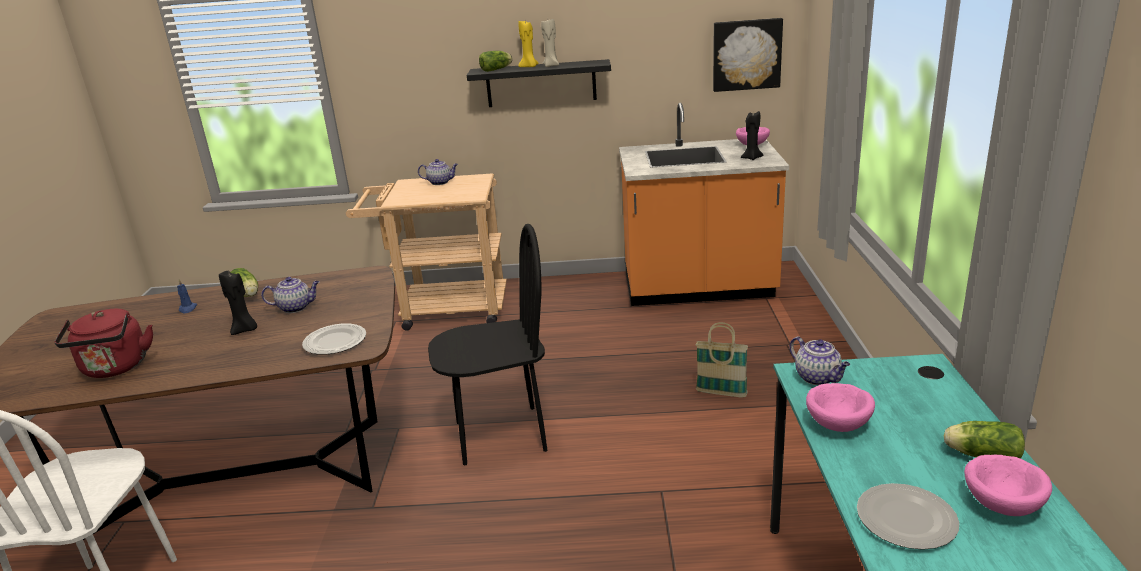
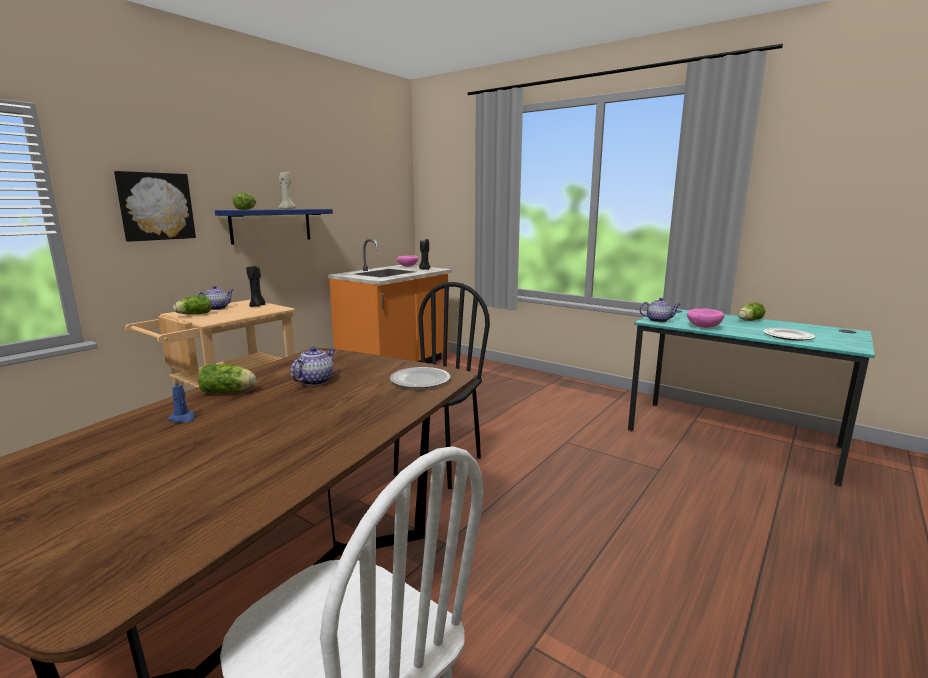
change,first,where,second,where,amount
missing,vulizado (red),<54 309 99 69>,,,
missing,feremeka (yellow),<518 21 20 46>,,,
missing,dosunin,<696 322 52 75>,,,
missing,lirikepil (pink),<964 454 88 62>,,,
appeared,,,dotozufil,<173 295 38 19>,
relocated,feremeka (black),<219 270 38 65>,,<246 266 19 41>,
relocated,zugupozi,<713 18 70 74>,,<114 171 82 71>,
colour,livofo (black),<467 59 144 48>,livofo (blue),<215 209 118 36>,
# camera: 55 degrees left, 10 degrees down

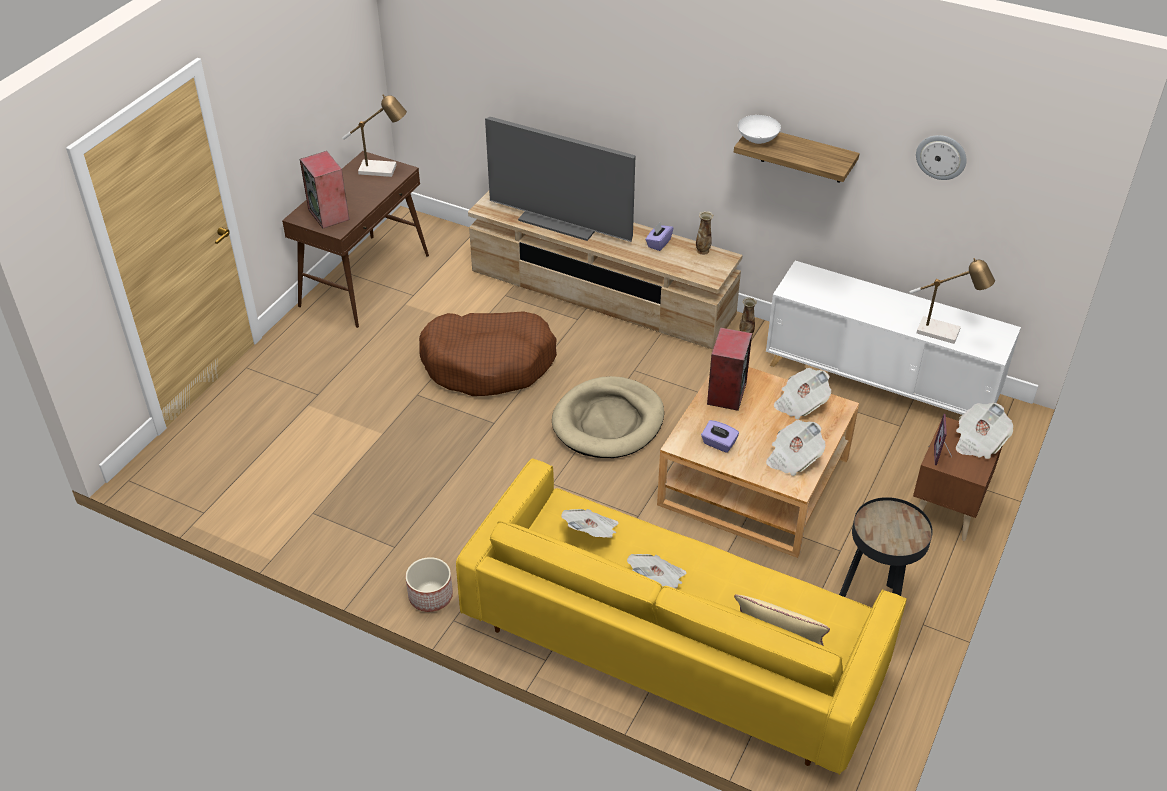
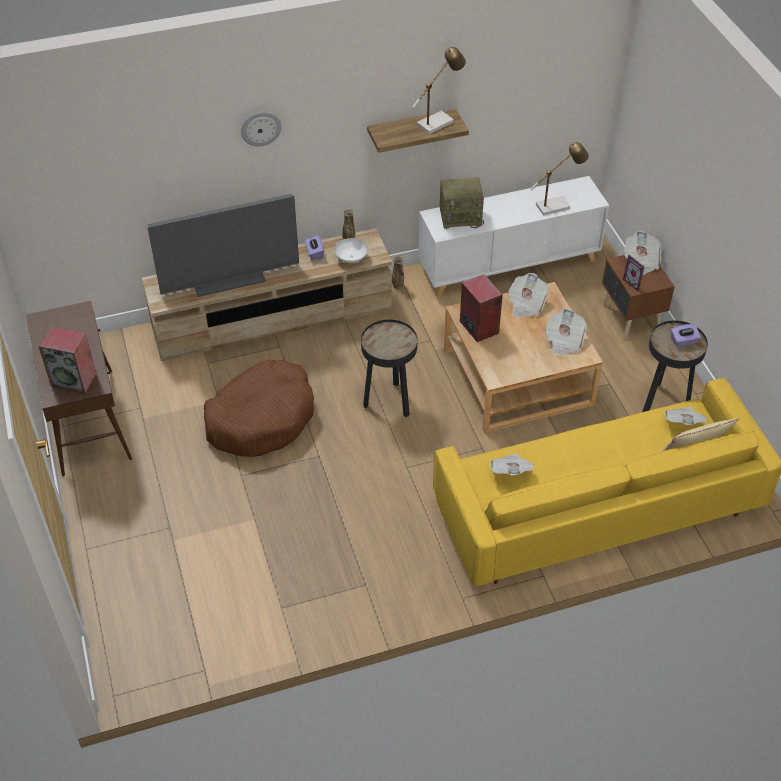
change,first,where,second,where,amount
missing,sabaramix,<406 557 47 55>,,,
appeared,,,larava,<440 177 44 52>,
relocated,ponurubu,<342 95 65 82>,,<412 47 54 87>,
relocated,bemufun,<627 554 60 35>,,<664 407 43 18>,
relocated,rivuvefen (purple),<701 420 38 33>,,<671 324 30 23>,
relocated,lirikepil (white),<738 115 43 29>,,<334 238 34 25>,
relocated,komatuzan,<916 135 51 45>,,<241 112 41 34>,
exchanged,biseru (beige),<552 376 112 82>,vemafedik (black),<361 320 56 97>,
# camera: 45 degrees left, 5 degrees up

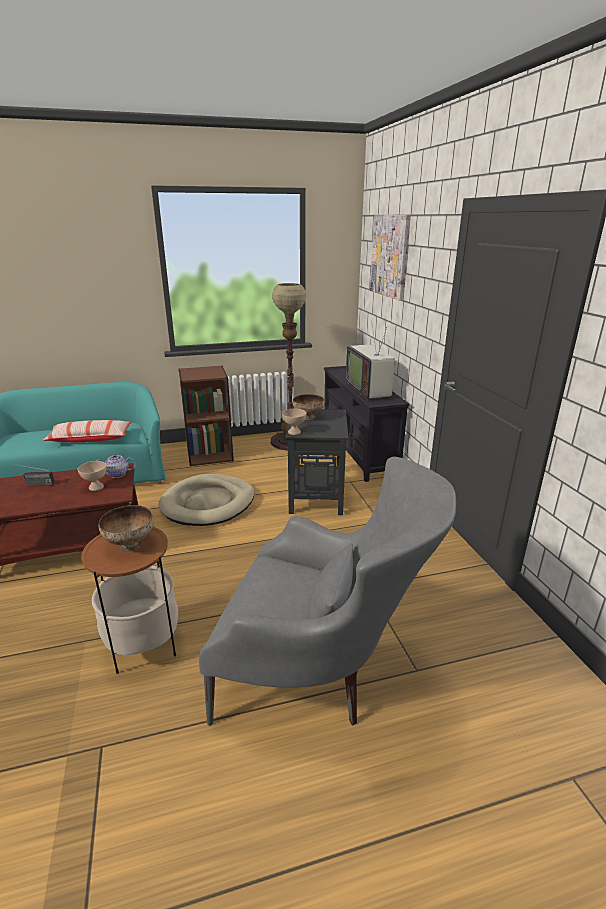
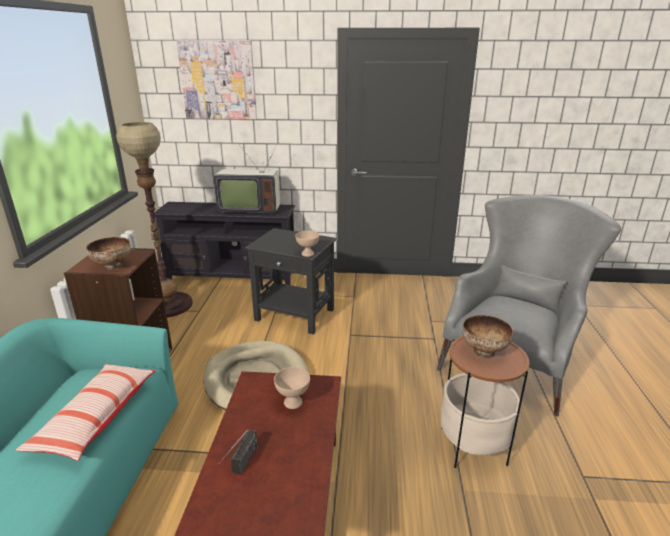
change,first,where,second,where,amount
missing,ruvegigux,<96 454 40 24>,,,
relocated,lirikepil,<293 394 32 26>,,<86 237 45 33>,
# camera: 70 degrees left, 0 degrees up

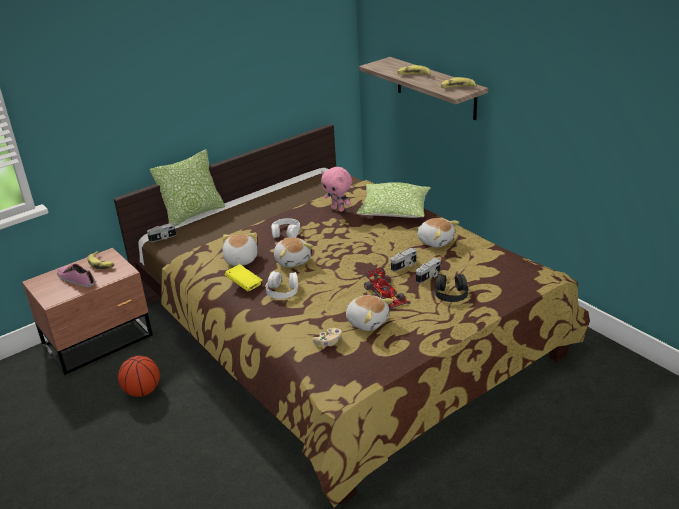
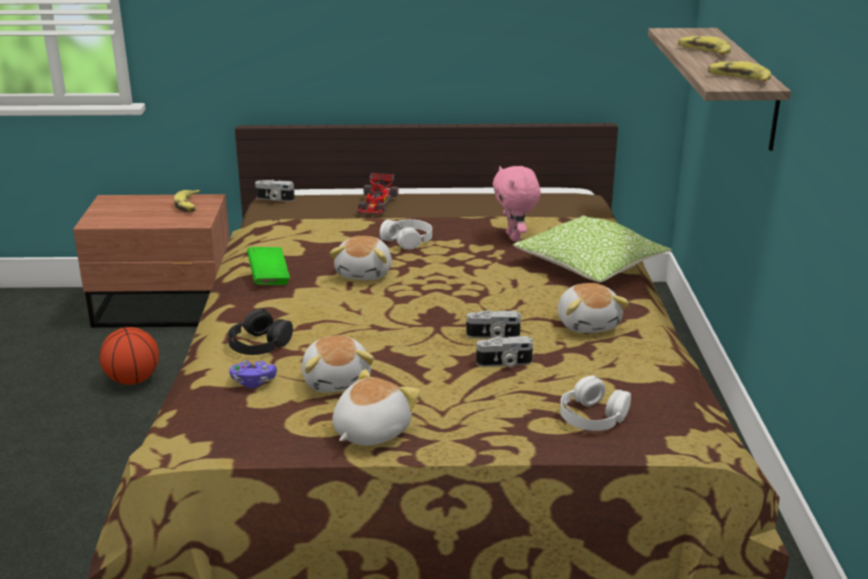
change,first,where,second,where,amount
missing,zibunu,<57 264 38 23>,,,
missing,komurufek,<150 149 75 77>,,,
relocated,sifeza,<222 233 36 33>,,<332 369 88 77>,
relocated,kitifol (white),<266 271 32 28>,,<560 375 71 56>,
relocated,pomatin,<364 267 44 42>,,<357 173 42 42>,
relocated,kitifol (black),<435 274 33 28>,,<228 309 65 46>,
colour,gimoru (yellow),<225 264 37 28>,gimoru (green),<247 247 43 38>,
colour,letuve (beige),<313 328 29 18>,letuve (purple),<229 361 48 27>,
# camera: 35 degrees right, 5 degrees down

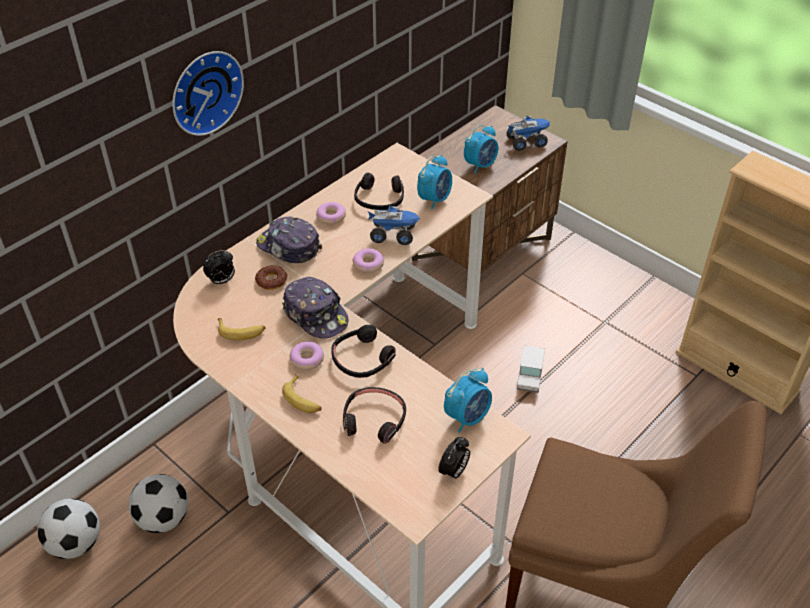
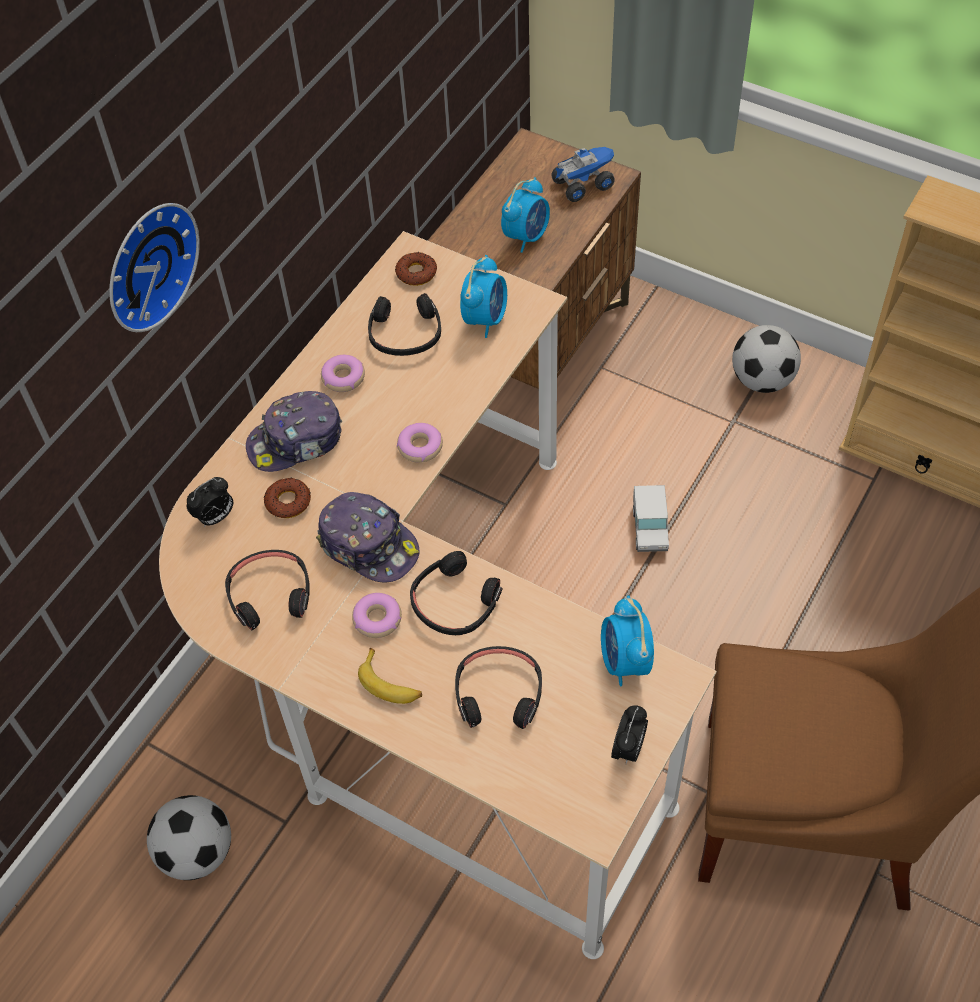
change,first,where,second,where,amount
missing,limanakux,<368 205 52 40>,,,
appeared,,,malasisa,<395 252 42 34>,
relocated,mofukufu,<37 498 63 61>,,<732 325 69 68>,
exchanged,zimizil,<218 318 48 22>,kitifol (black),<225 550 85 80>,
spun,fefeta,<256 216 66 47>,,<246 391 96 81>,45 degrees counterclockwise
spun,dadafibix,<444 368 48 65>,,<601 595 53 91>,135 degrees clockwise
# camera: 10 degrees left, 10 degrees up

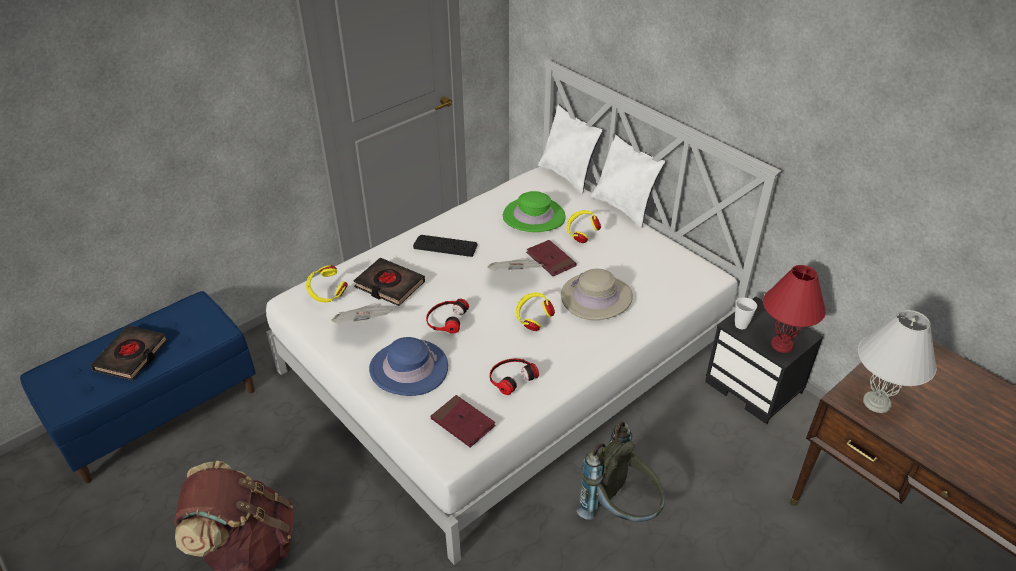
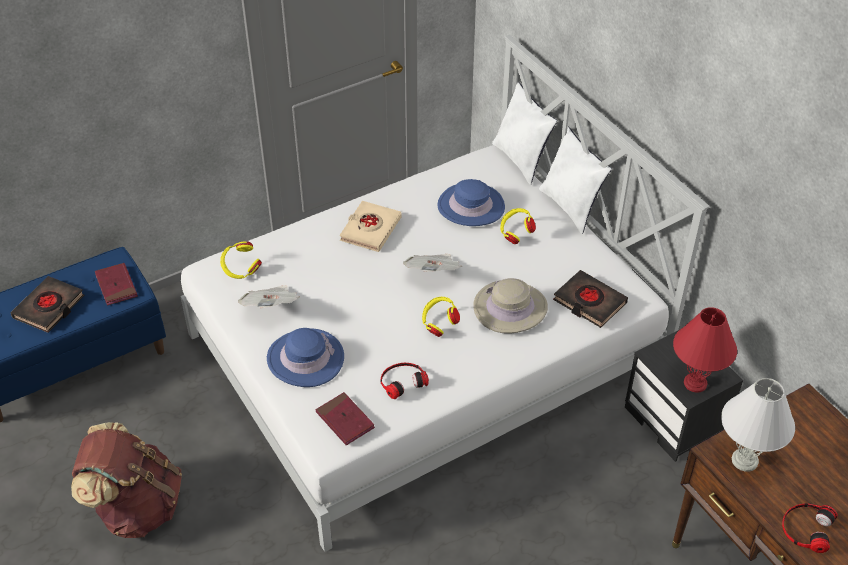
change,first,where,second,where,amount
missing,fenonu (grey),<576 422 89 100>,,,
missing,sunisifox,<735 298 22 31>,,,
relocated,gimoru (black),<353 258 72 48>,,<553 270 75 58>,
relocated,kitifol,<426 299 43 35>,,<782 503 56 50>,
relocated,gimoru (red),<526 240 51 36>,,<95 263 43 43>,
exchanged,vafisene,<413 235 64 22>,gimoru (beige),<340 201 61 51>,
colour,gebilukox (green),<503 191 63 41>,gebilukox (blue),<437 179 68 47>,
# camera: 10 degrees right, 5 degrees up

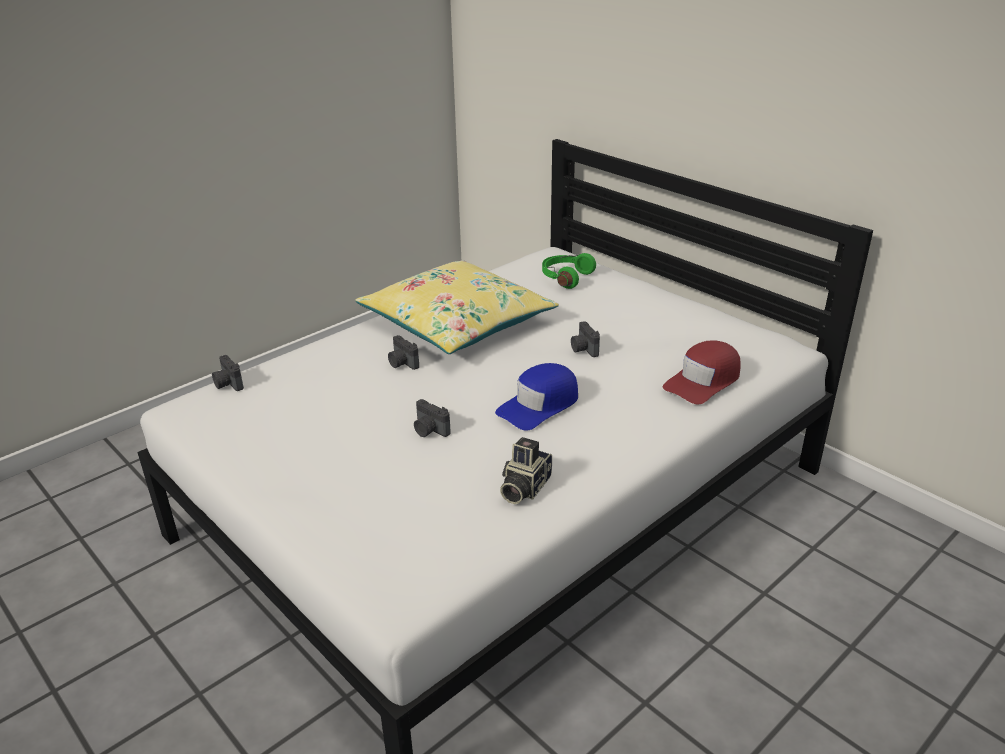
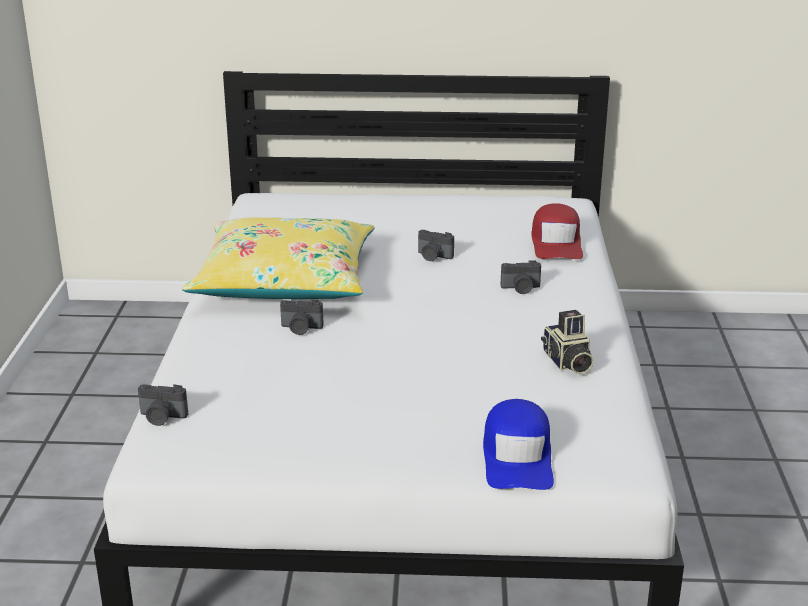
change,first,where,second,where,amount
missing,kitifol (green),<542 253 54 36>,,,
relocated,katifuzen,<414 399 37 38>,,<501 260 40 34>,
relocated,fefeta (blue),<495 363 83 68>,,<483 399 71 91>,
# camera: 45 degrees left, 5 degrees down

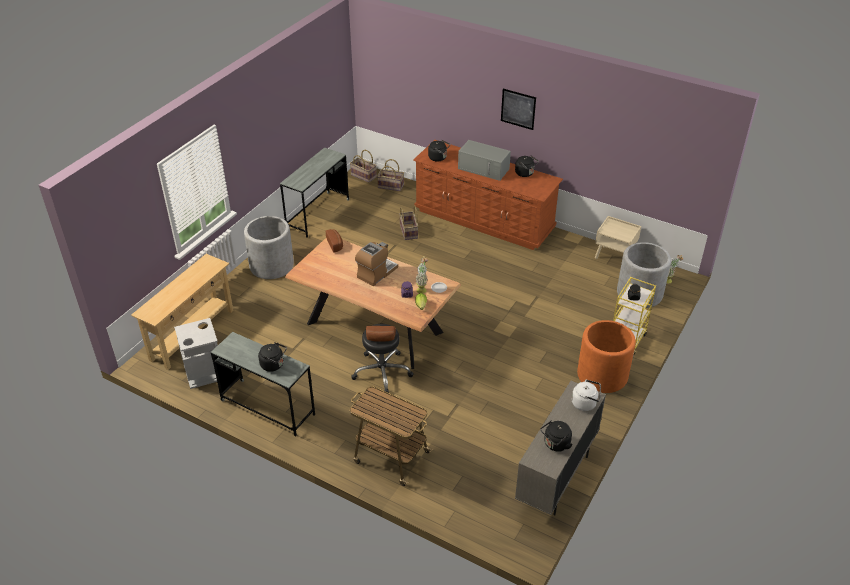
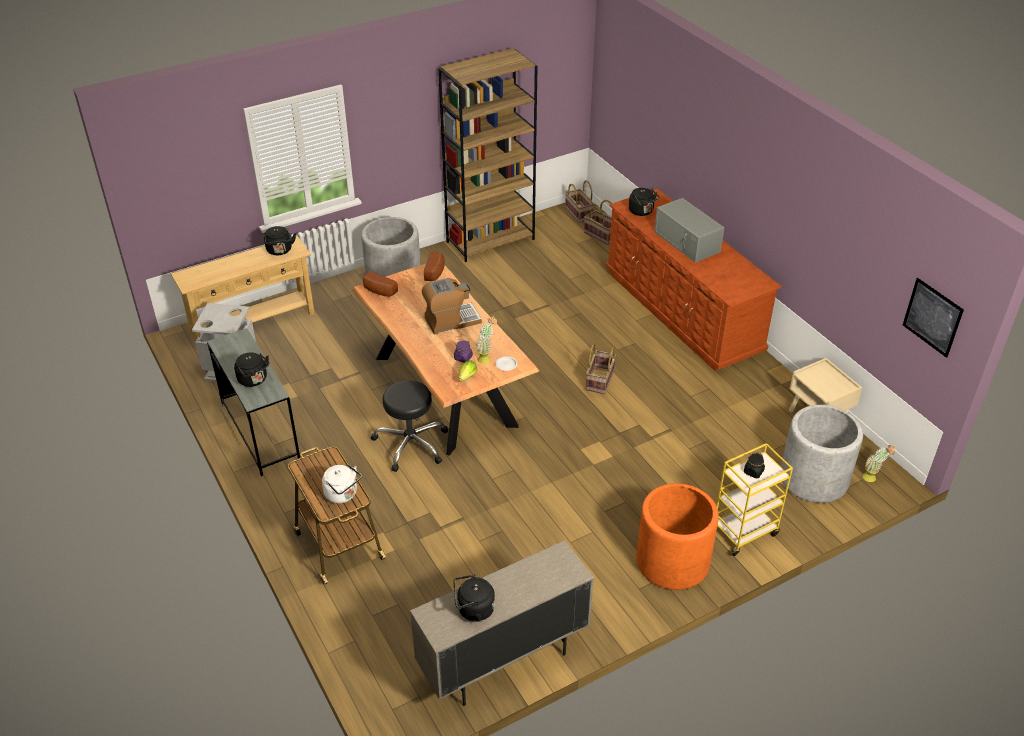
change,first,where,second,where,amount
relocated,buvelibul,<366 326 30 16>,,<363 271 35 26>,
relocated,dosunin,<399 205 19 35>,,<586 343 30 51>,
relocated,zugupozi,<501 89 35 41>,,<903 278 61 80>,
relocated,vulizado (black),<515 156 24 21>,,<264 226 32 29>,
relocated,vulizado (white),<572 380 29 31>,,<322 465 40 38>,
exchanged,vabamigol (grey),<280 147 69 91>,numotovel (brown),<438 48 100 214>,
# camera: 30 degrees right, 0 degrees up

